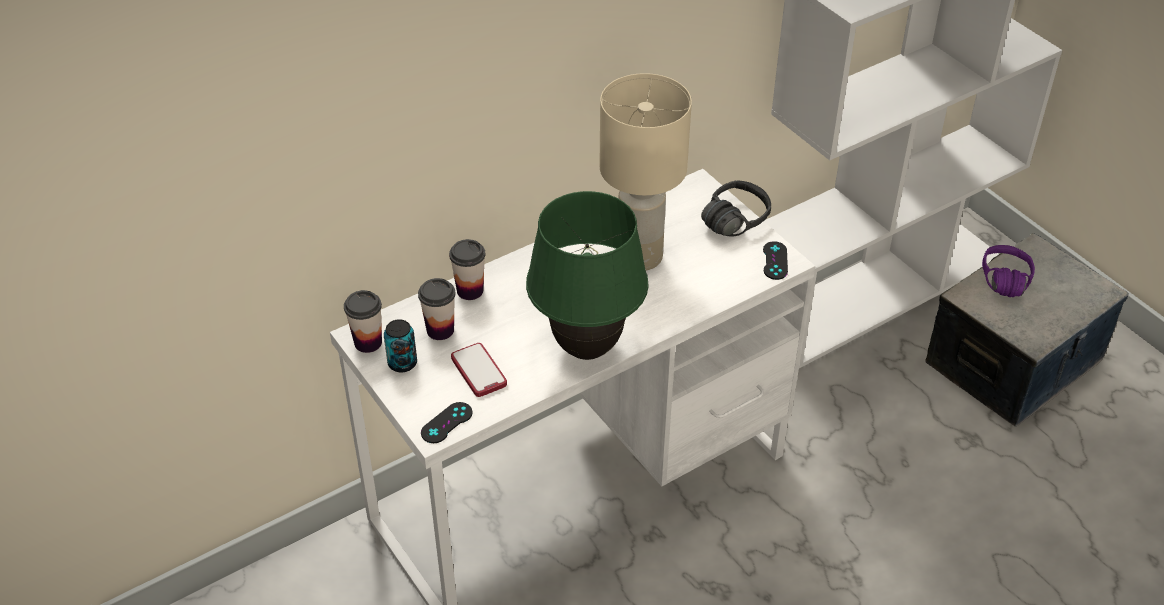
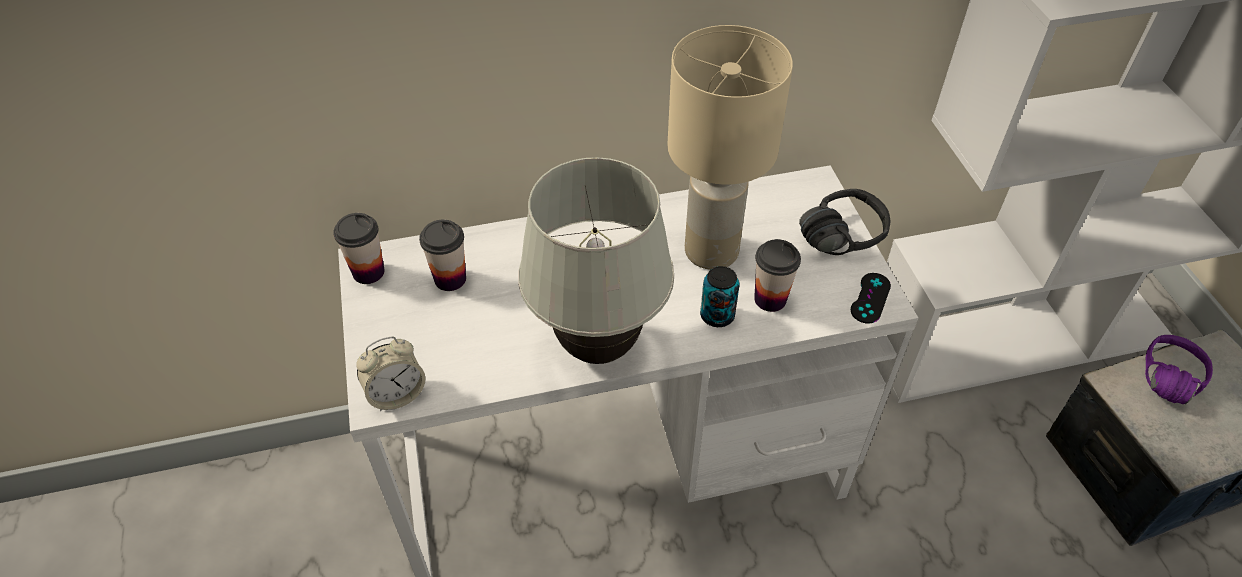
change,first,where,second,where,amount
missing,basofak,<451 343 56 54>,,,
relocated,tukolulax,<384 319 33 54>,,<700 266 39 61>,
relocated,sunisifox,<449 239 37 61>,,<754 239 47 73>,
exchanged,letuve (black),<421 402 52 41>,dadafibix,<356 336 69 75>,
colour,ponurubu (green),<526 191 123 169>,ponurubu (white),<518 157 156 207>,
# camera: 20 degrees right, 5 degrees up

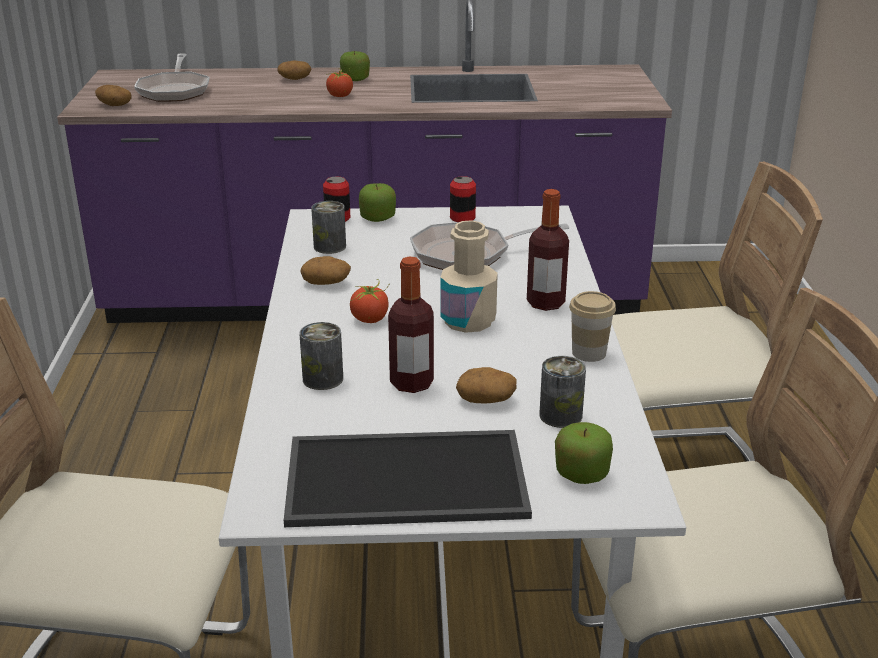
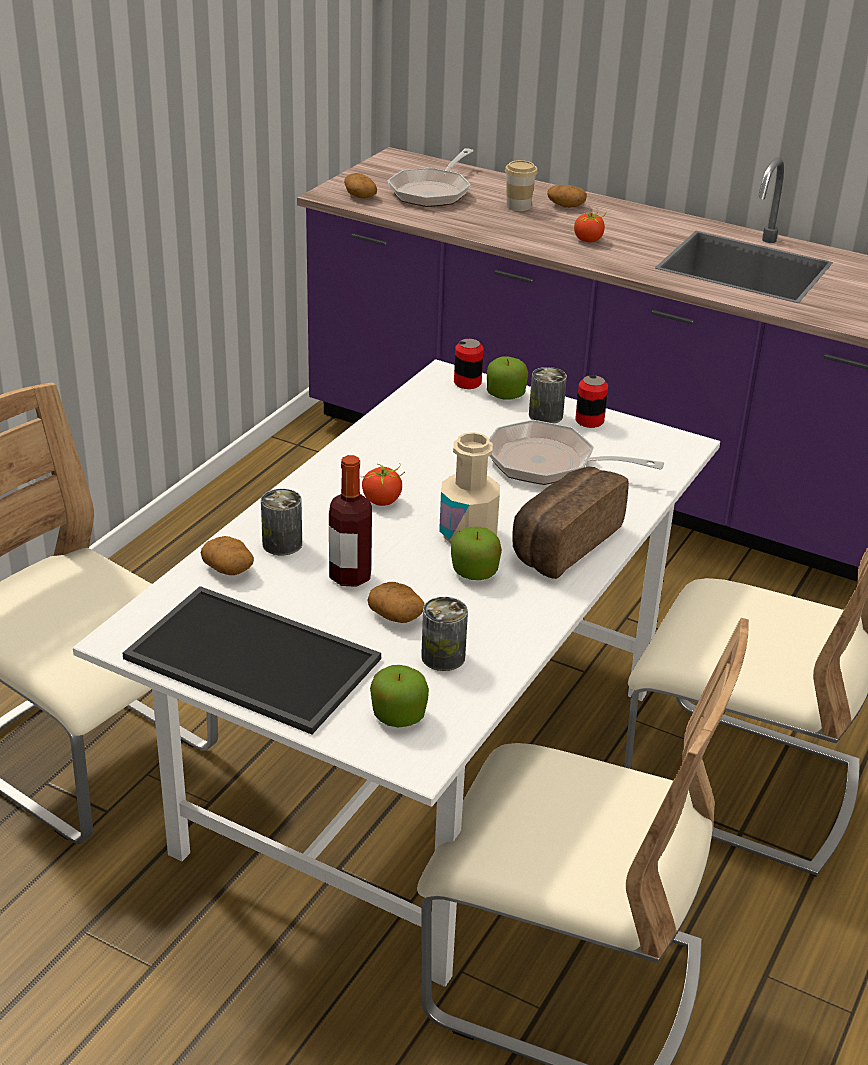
change,first,where,second,where,amount
relocated,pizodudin,<300 256 51 29>,,<201 536 53 39>,
relocated,tukolulax,<311 201 35 53>,,<529 367 38 56>,
relocated,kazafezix,<340 51 30 30>,,<451 527 51 53>,
relocated,sunisifox,<569 291 47 71>,,<505 160 33 51>,
exchanged,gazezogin,<527 189 42 122>,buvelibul,<512 467 117 112>,
# camera: 30 degrees right, 5 degrees up

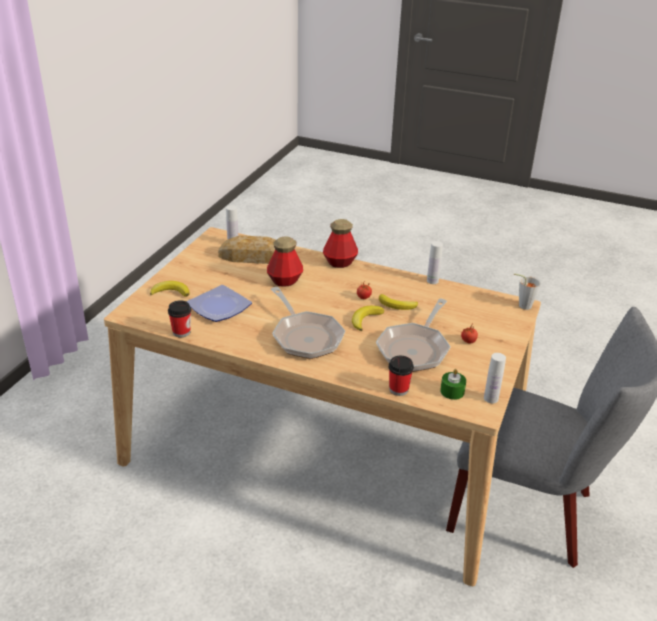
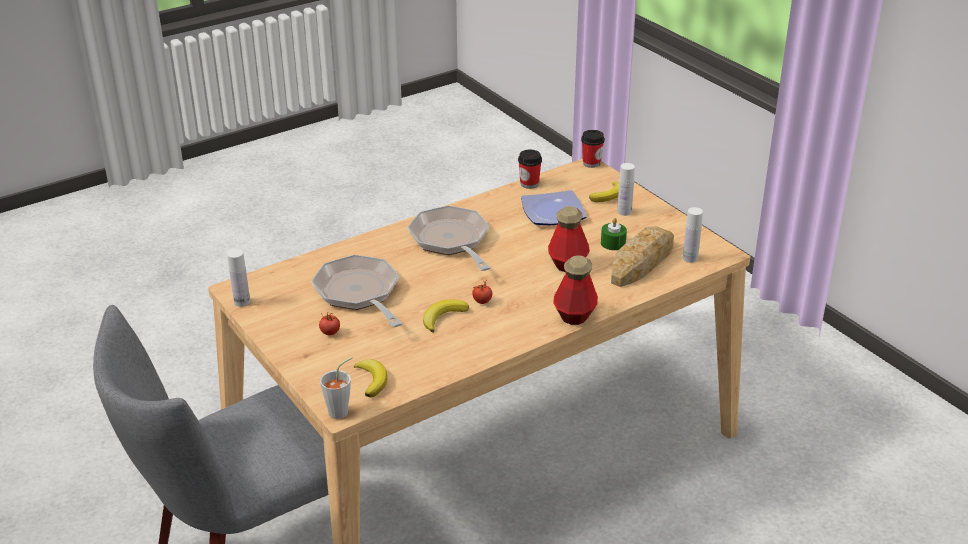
change,first,where,second,where,amount
relocated,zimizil,<352 306 32 25>,,<354 359 33 39>,
relocated,sunisifox,<388 356 26 40>,,<581 130 24 38>,
relocated,gazezogin (white),<427 241 16 43>,,<617 163 18 53>,
relocated,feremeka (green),<440 369 26 31>,,<601 218 26 32>,
spun,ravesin,<271 287 74 72>,,<407 205 84 66>,60 degrees clockwise
# camera: 125 degrees right, 0 degrees up

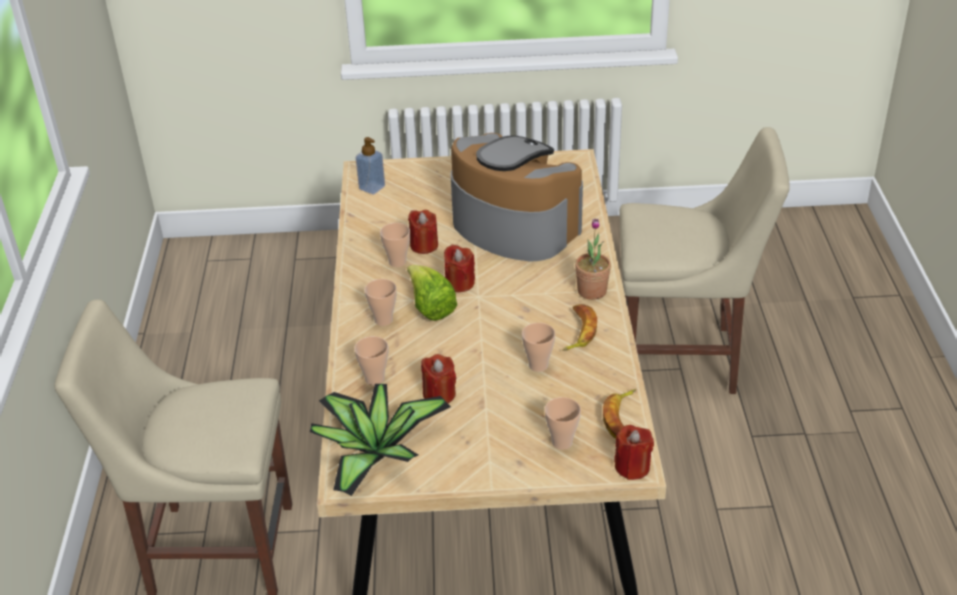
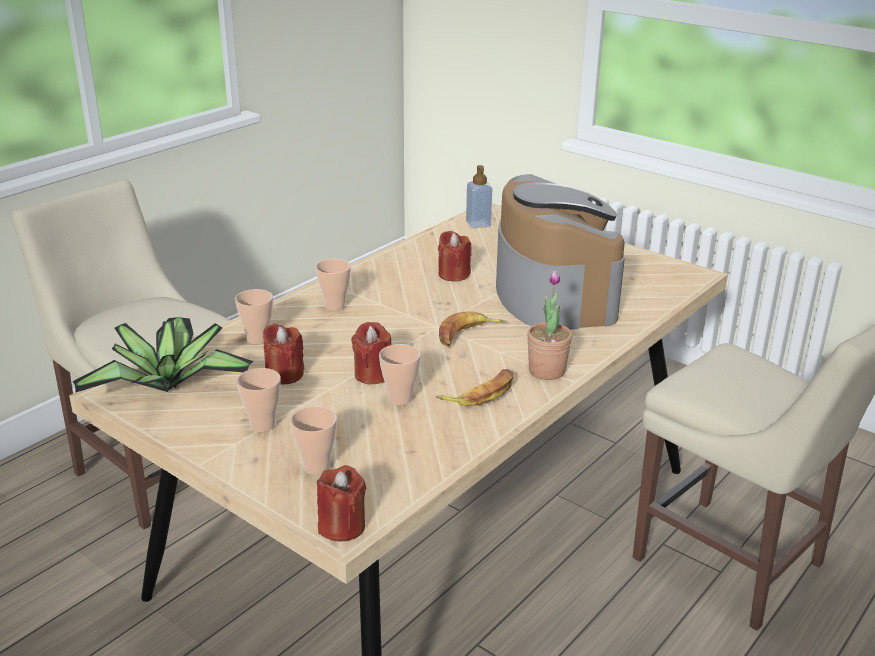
change,first,where,second,where,amount
missing,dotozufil,<407 265 50 56>,,,
relocated,sunisifox,<380 223 30 44>,,<237 368 44 64>,
relocated,feremeka (red),<444 245 31 47>,,<352 322 39 62>,
relocated,zimizil,<603 389 33 50>,,<439 312 67 34>,
# camera: 40 degrees right, 10 degrees down

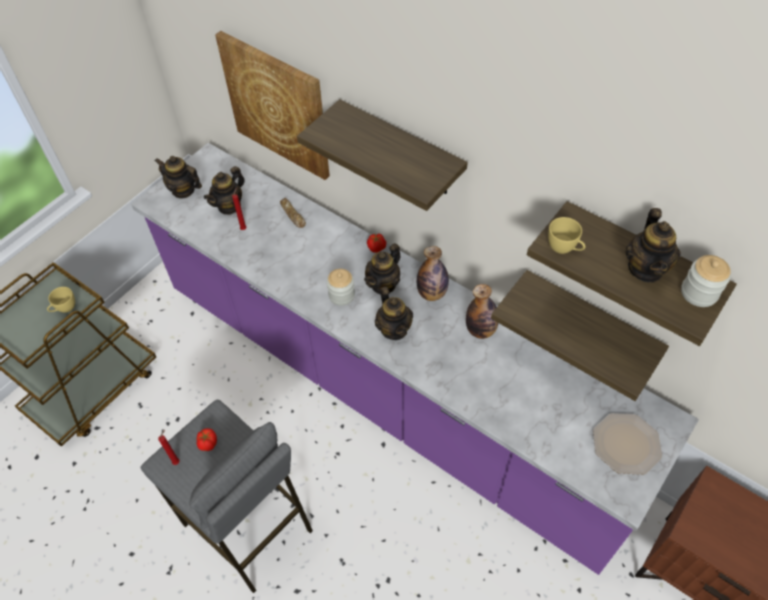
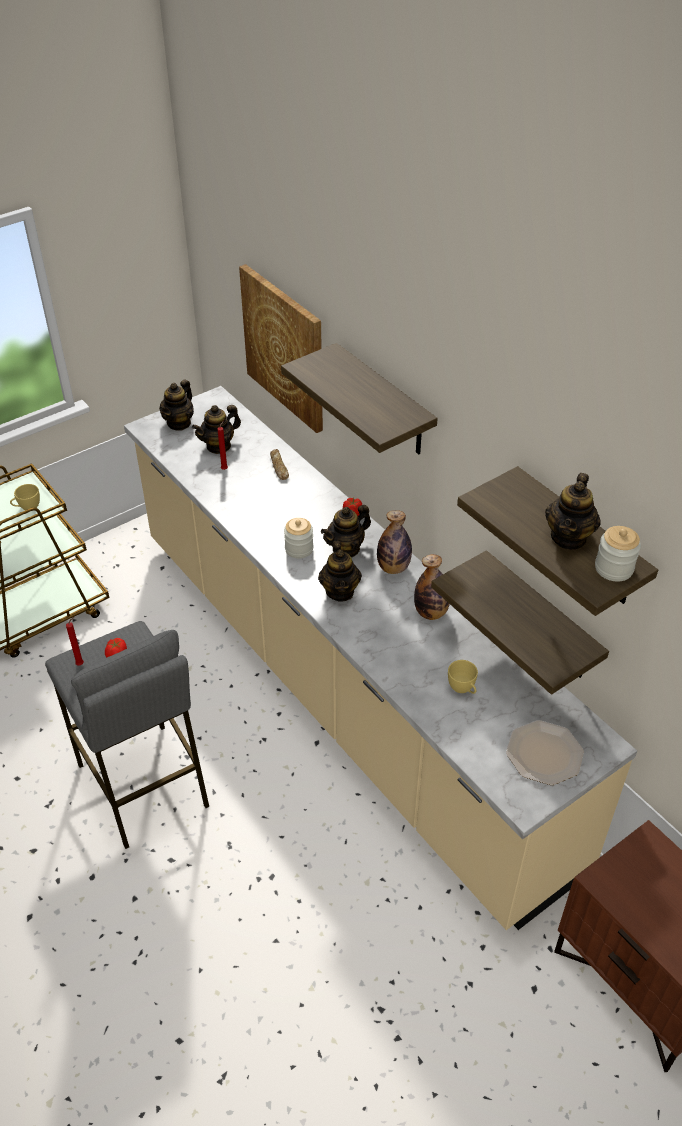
change,first,where,second,where,amount
relocated,sunisifox (yellow),<548 217 37 37>,,<448 660 30 34>,
colour,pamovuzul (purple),<131 143 568 432>,pamovuzul (beige),<124 386 513 544>,
spun,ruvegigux,<155 156 47 43>,,<159 380 35 51>,105 degrees counterclockwise
# camera: 15 degrees right, 10 degrees down

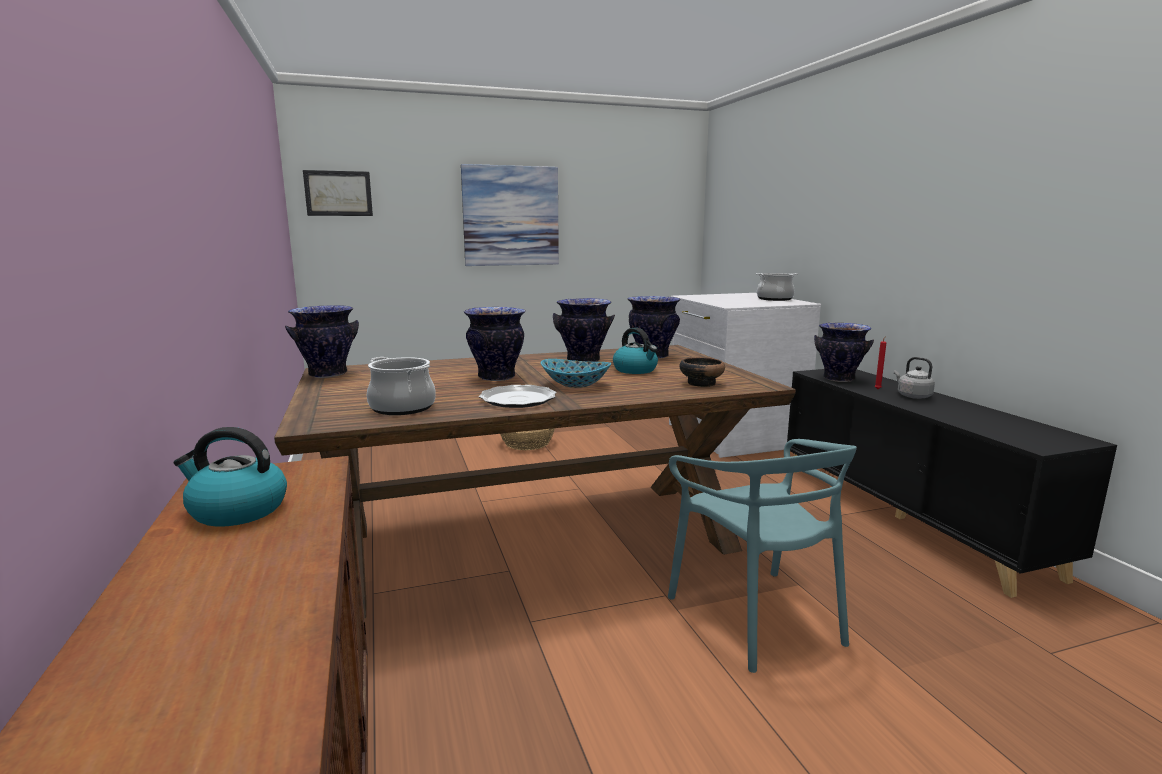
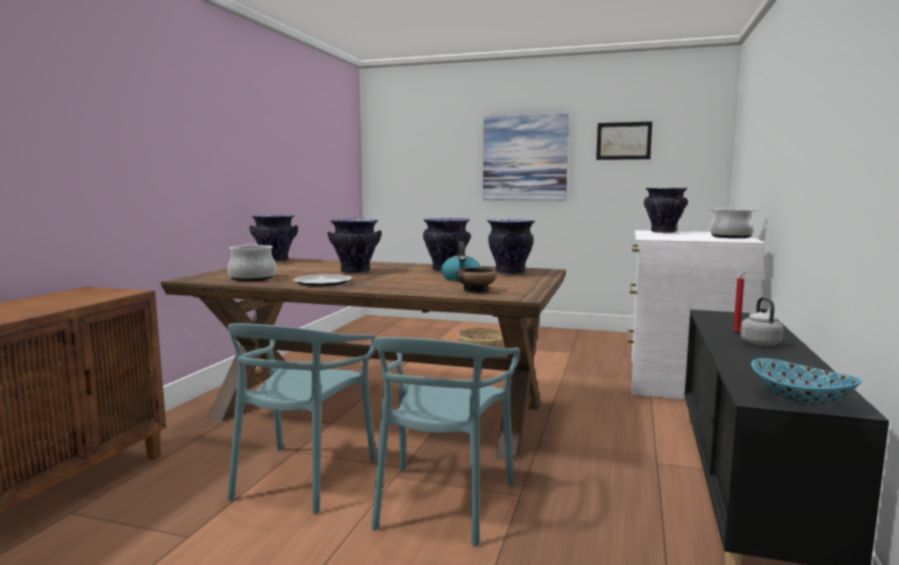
change,first,where,second,where,amount
missing,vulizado,<174 427 113 100>,,,
appeared,,,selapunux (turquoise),<227 323 150 191>,
relocated,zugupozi,<303 170 70 46>,,<596 122 56 38>,
relocated,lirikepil,<541 359 70 29>,,<751 358 111 48>,
relocated,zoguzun,<814 323 60 59>,,<644 188 44 45>,
# camera: 35 degrees right, 5 degrees down

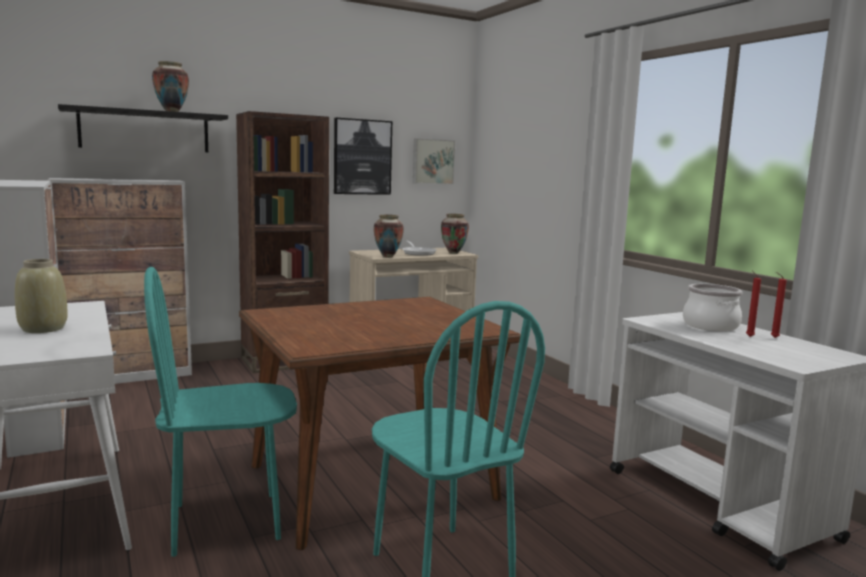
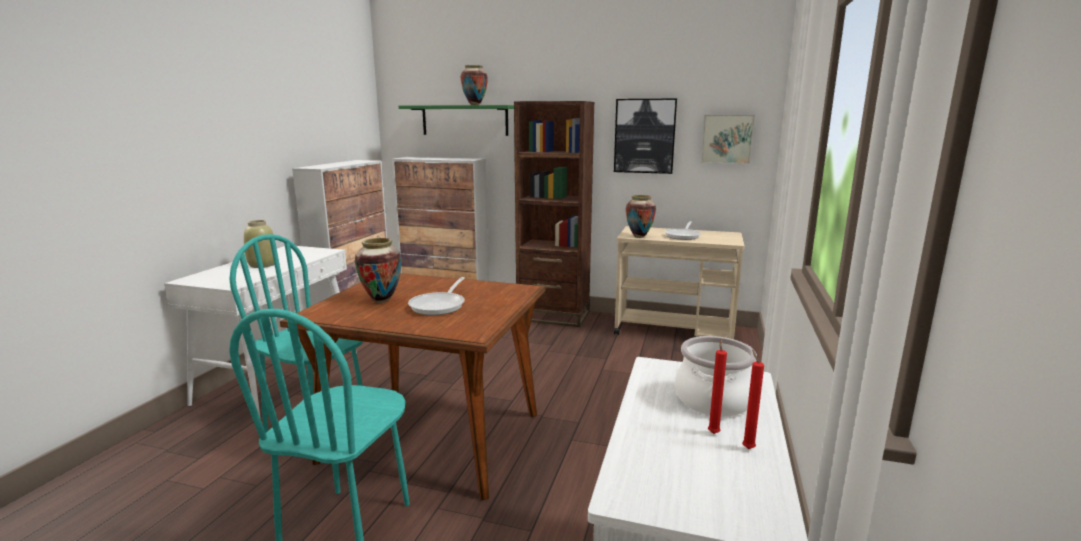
change,first,where,second,where,amount
appeared,,,ravesin,<408 277 57 38>,
relocated,zoguzun,<441 214 28 40>,,<355 238 47 65>,
colour,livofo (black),<58 104 170 48>,livofo (green),<398 105 116 31>,
# camera: 45 degrees right, 5 degrees up

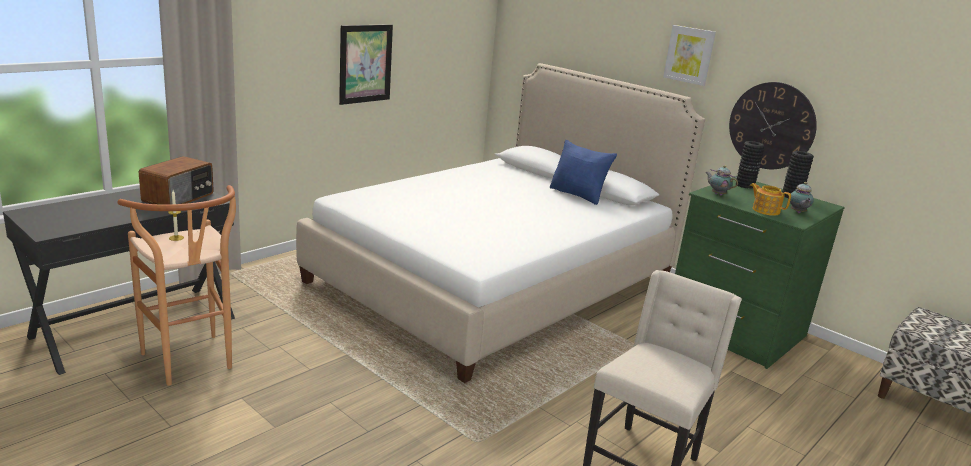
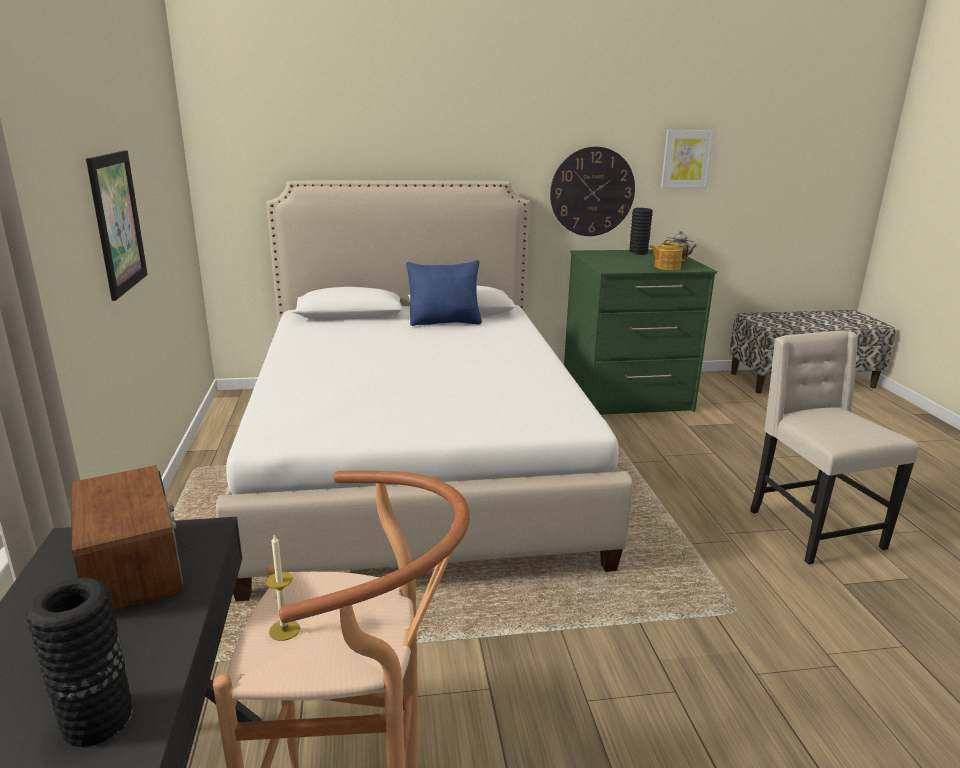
change,first,where,second,where,amount
missing,ruvegigux,<705 165 33 31>,,,
relocated,zugupozi,<663 25 53 61>,,<661 130 54 58>,
relocated,zoguzun (black),<736 141 29 48>,,<26 578 107 169>,
# camera: 50 degrees left, 0 degrees up

